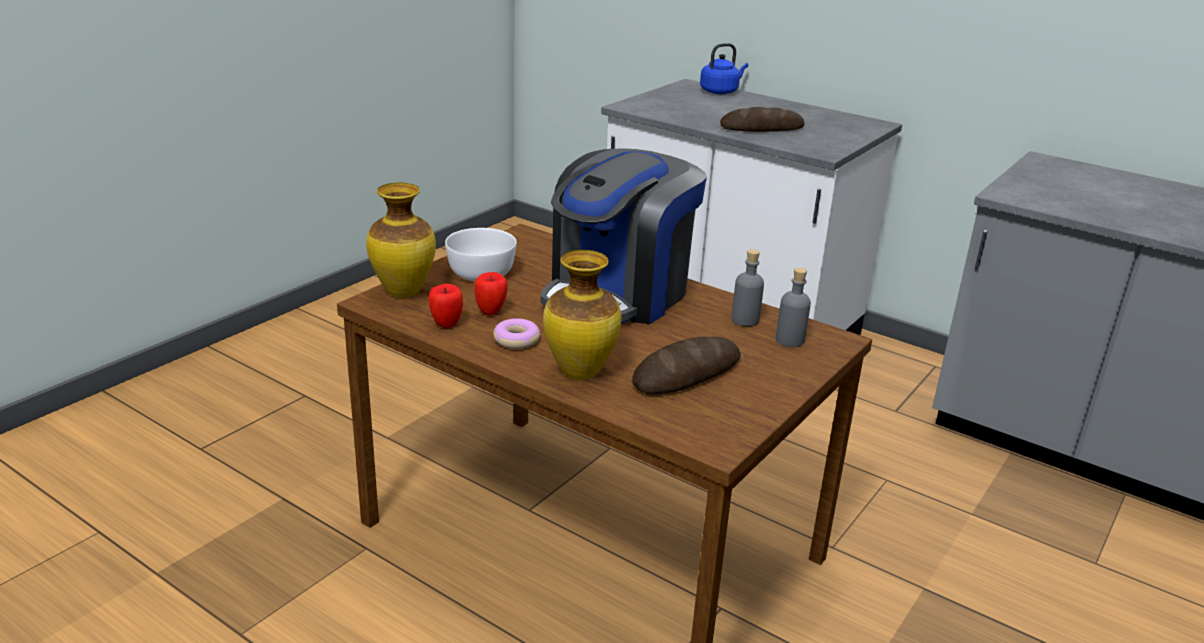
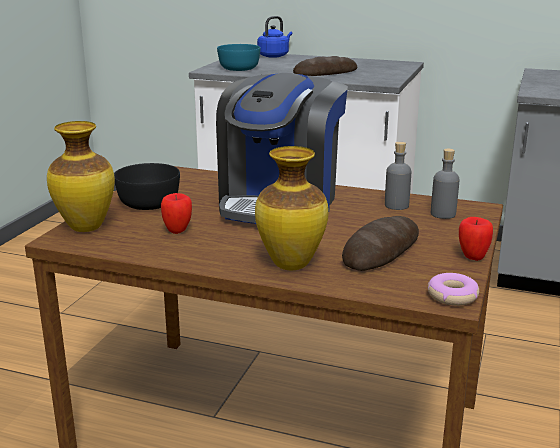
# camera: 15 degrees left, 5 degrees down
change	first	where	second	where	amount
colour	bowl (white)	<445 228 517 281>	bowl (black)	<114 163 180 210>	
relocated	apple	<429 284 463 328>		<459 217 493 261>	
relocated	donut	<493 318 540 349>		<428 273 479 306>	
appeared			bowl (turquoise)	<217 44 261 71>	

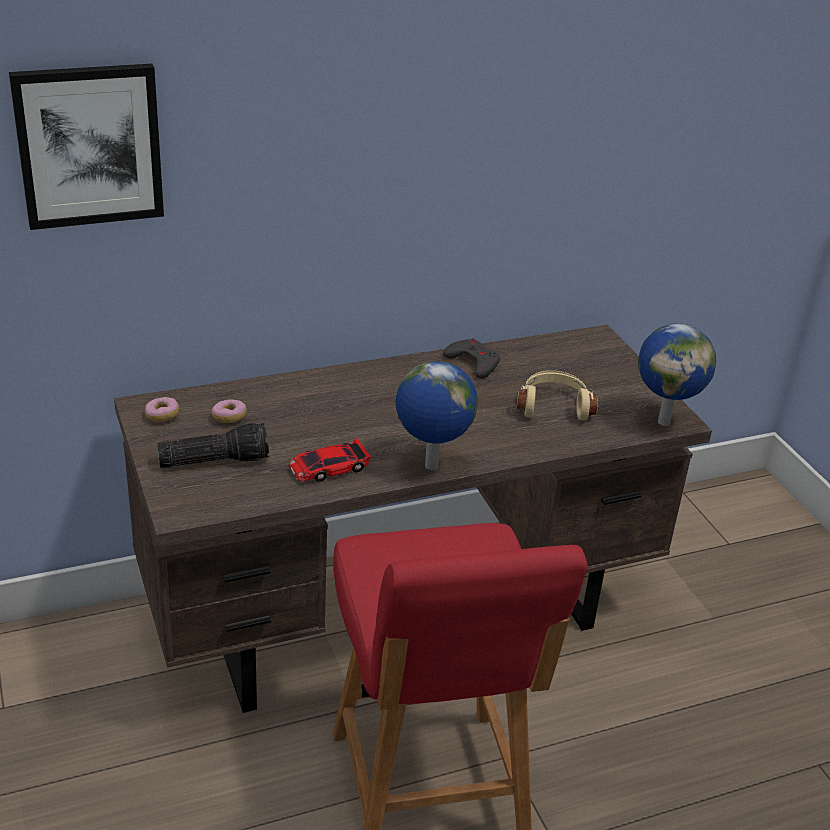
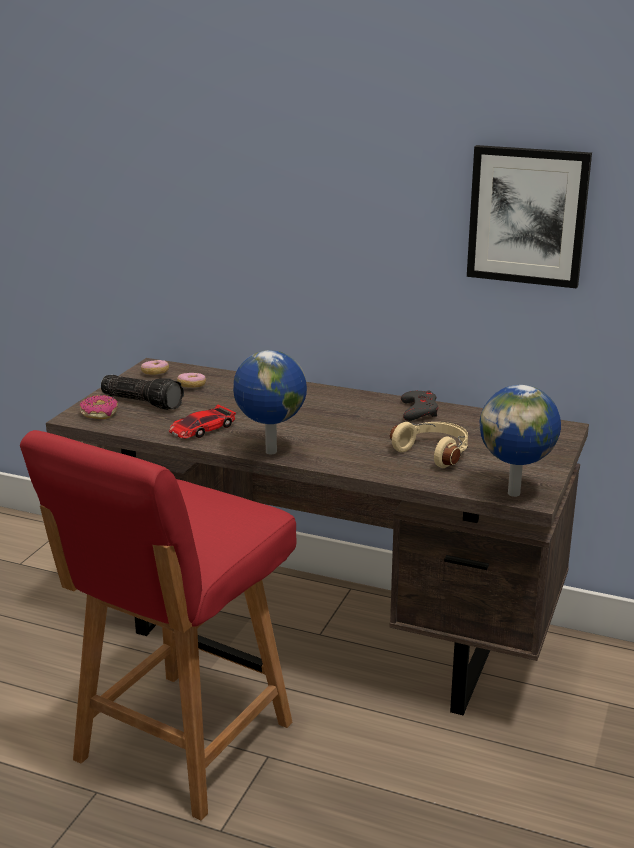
# camera: 45 degrees right, 10 degrees down
change	first	where	second	where	amount
relocated	picture	<9 64 164 230>		<467 145 592 289>	
spun	toy car	<289 439 371 482>		<169 404 236 439>	60 degrees counterclockwise
appeared			donut	<80 395 118 419>	

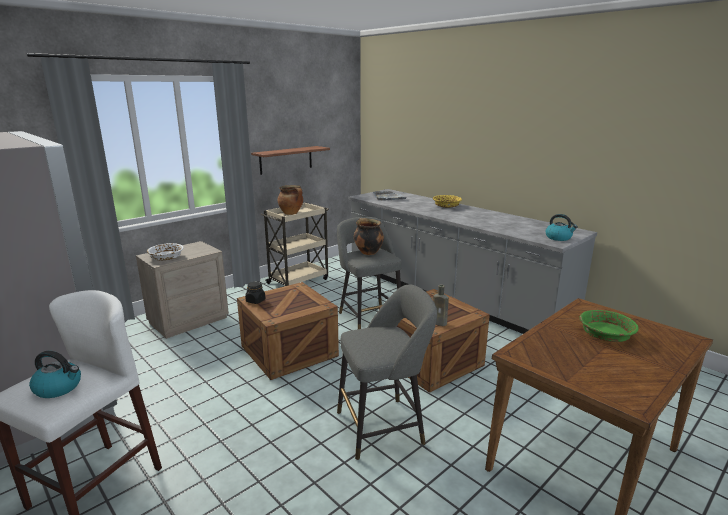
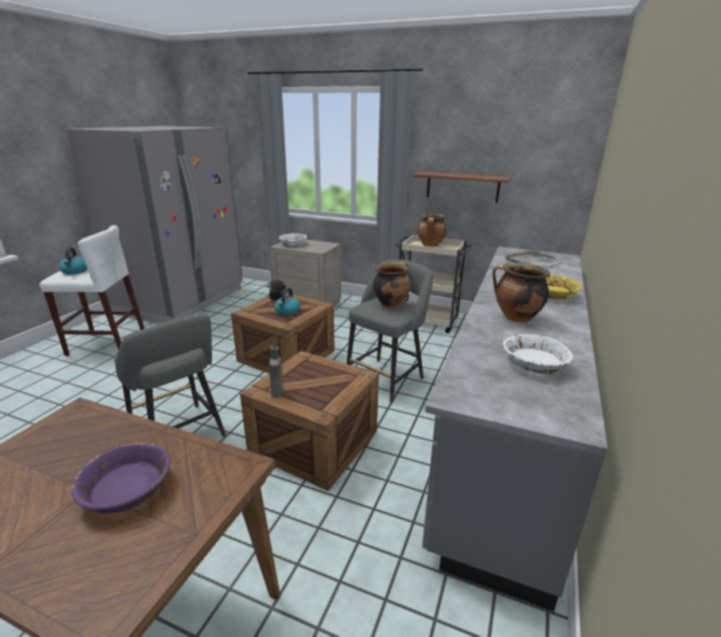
# camera: 65 degrees right, 5 degrees up
change	first	where	second	where	amount
relocated	kettle	<546 214 578 241>		<274 288 300 315>	
colour	bowl (green)	<579 310 639 342>	bowl (purple)	<71 443 171 514>	
appeared			cooking pot	<492 263 550 322>	
appeared			bowl (white)	<503 334 573 374>	

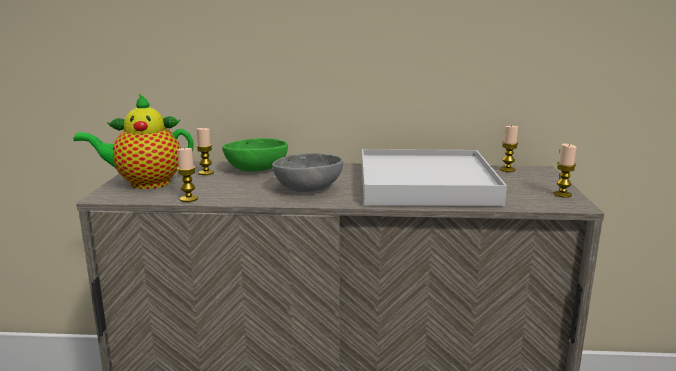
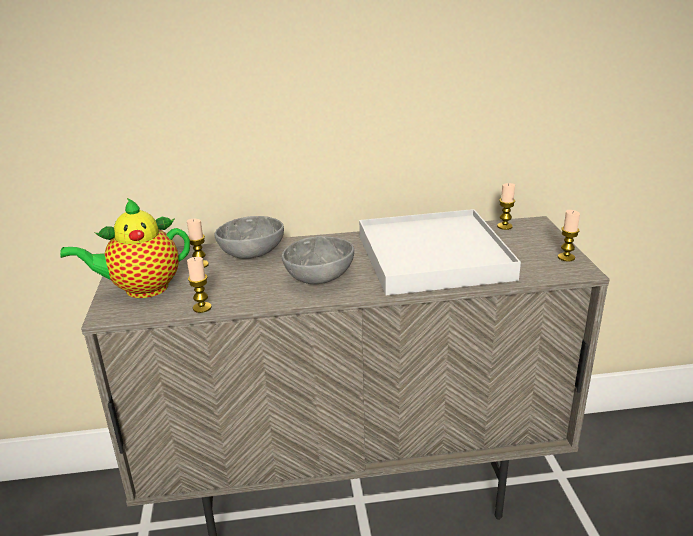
# camera: 10 degrees left, 10 degrees up
change	first	where	second	where	amount
colour	bowl (green)	<222 138 288 172>	bowl (grey)	<215 216 284 259>	

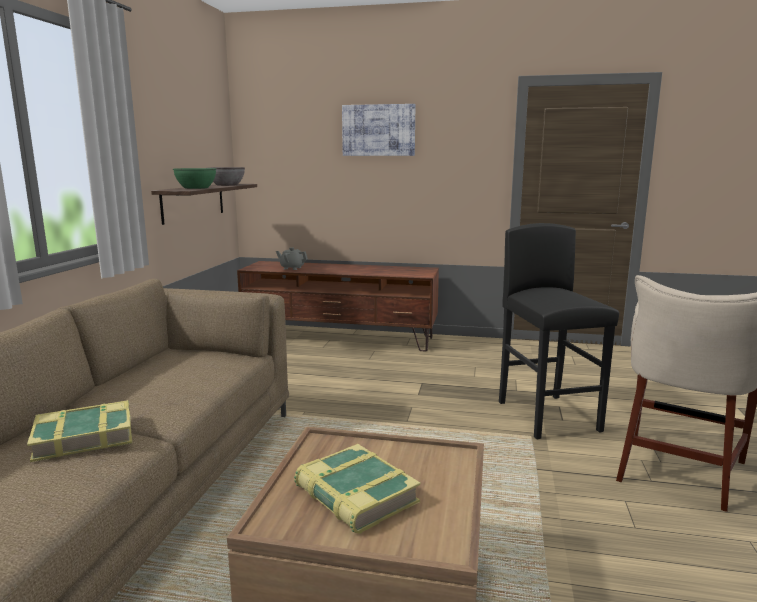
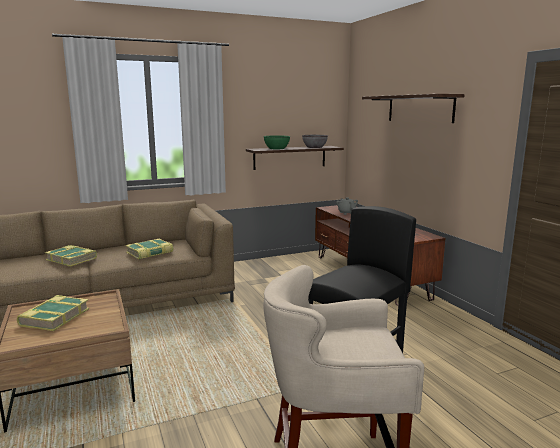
# camera: 55 degrees right, 0 degrees up
change	first	where	second	where	amount
exchanged	picture	<342 104 415 156>	shelf	<362 94 465 123>	
appeared			book	<126 239 173 259>	

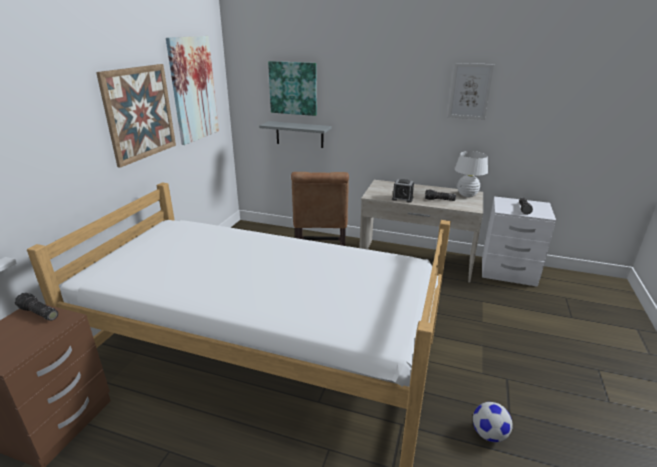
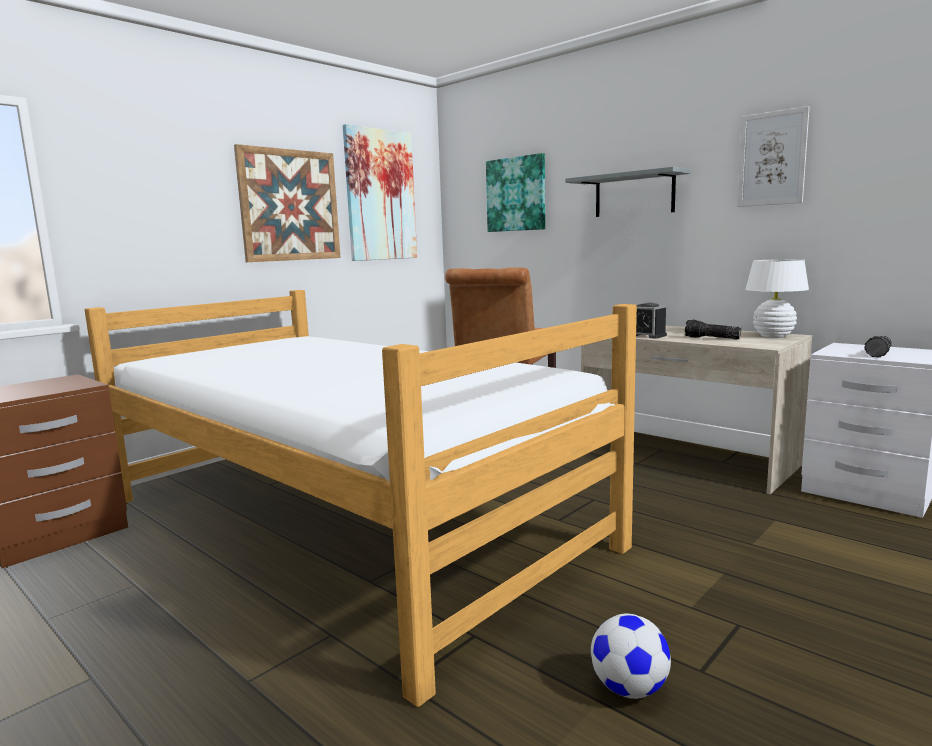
# camera: 25 degrees right, 15 degrees down
change	first	where	second	where	amount
relocated	shelf (grey)	<259 121 332 148>		<565 166 691 217>	
missing	flashlight	<15 293 58 321>			

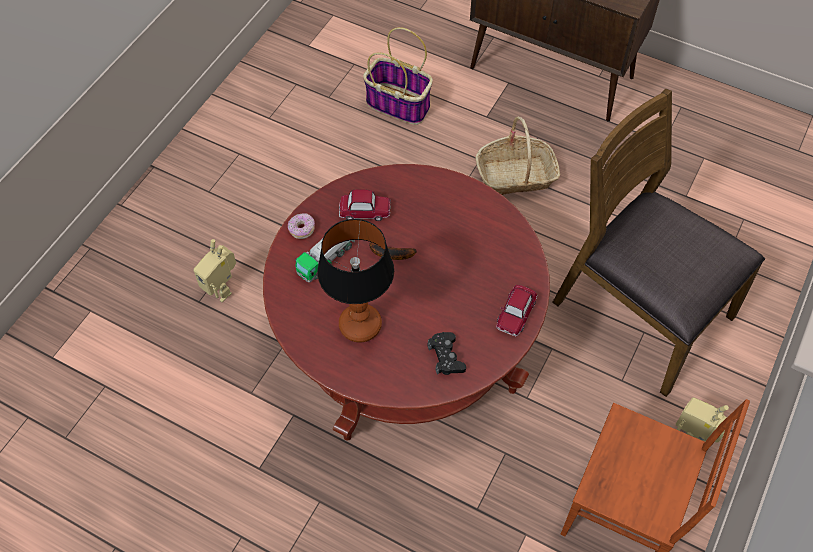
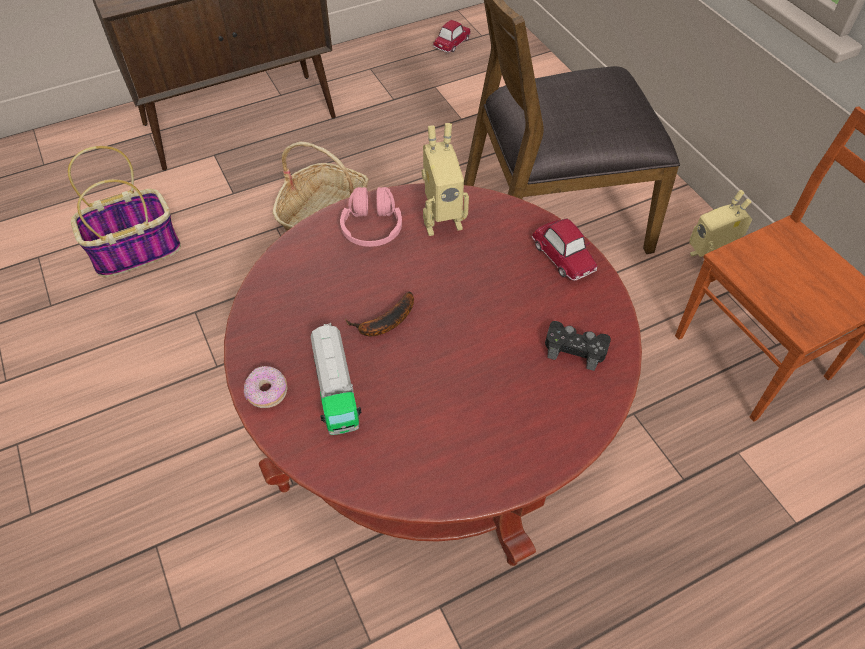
# camera: 55 degrees left, 5 degrees down
change	first	where	second	where	amount
relocated	toy car	<339 189 391 221>		<433 20 471 53>	
missing	table lamp	<317 219 394 343>			
relocated	toy robot	<193 239 236 302>		<422 123 469 236>	
appeared			headphones (pink)	<340 187 402 247>	

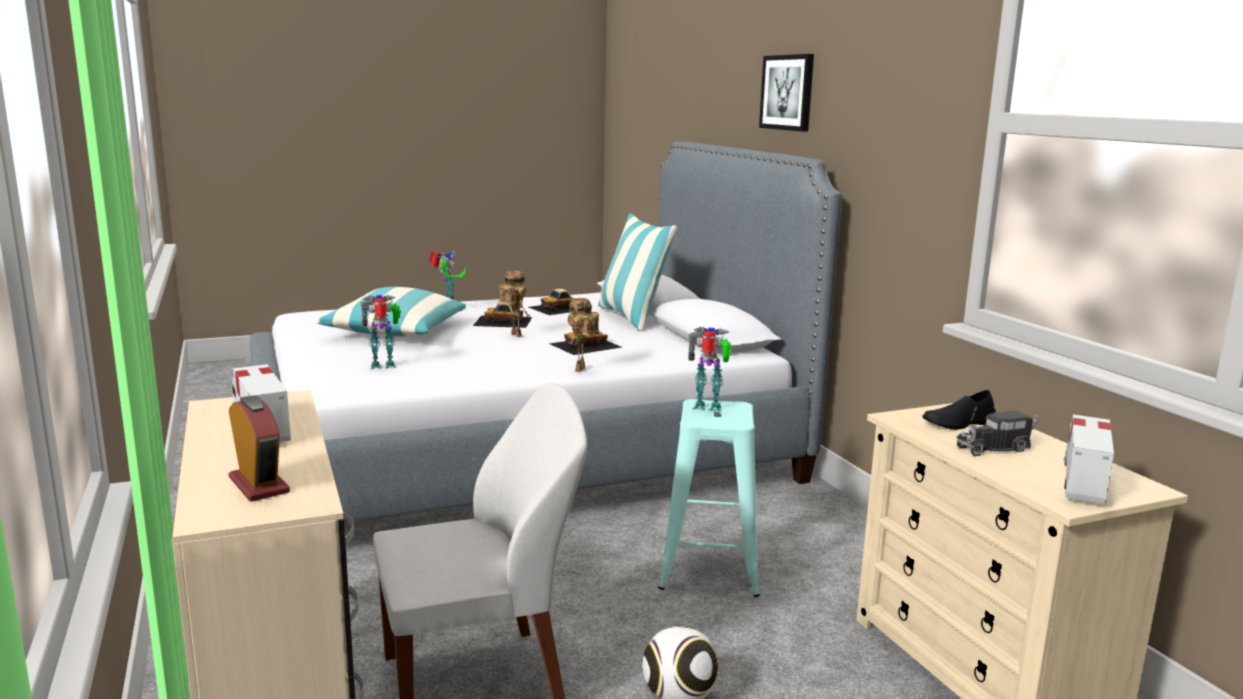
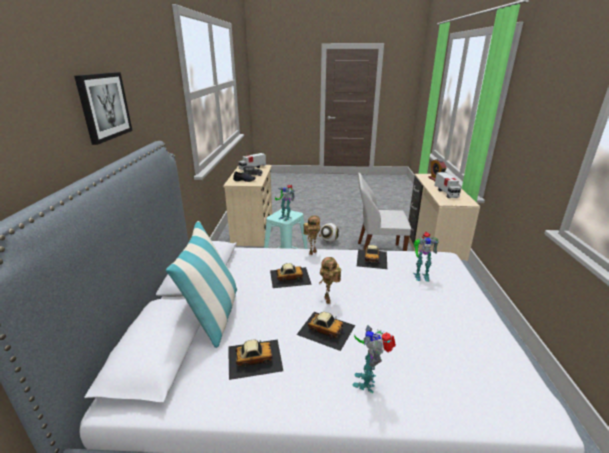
# camera: 155 degrees left, 10 degrees up
change	first	where	second	where	amount
missing	pillow	<317 287 466 336>			
appeared			toy car	<357 245 387 269>	

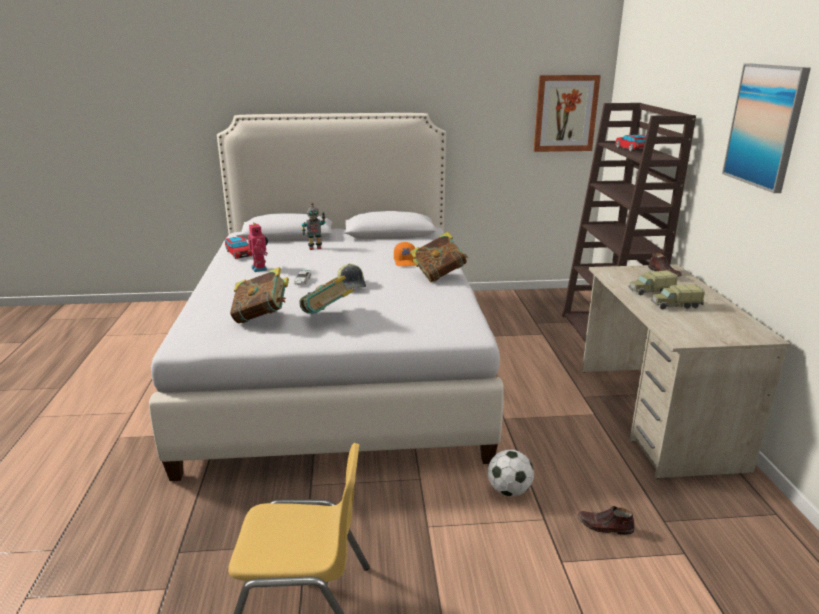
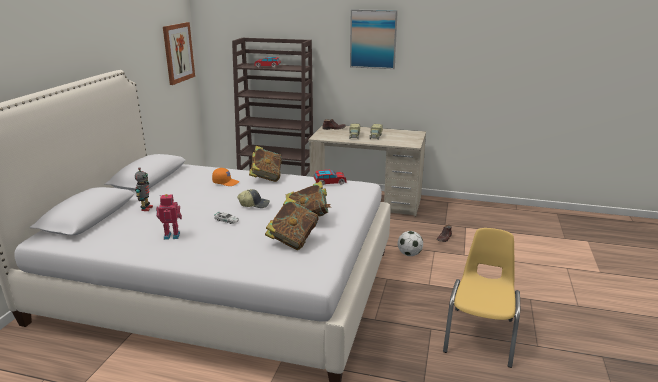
# camera: 70 degrees left, 0 degrees up
change	first	where	second	where	amount
relocated	toy car	<225 236 253 259>		<314 170 347 186>	

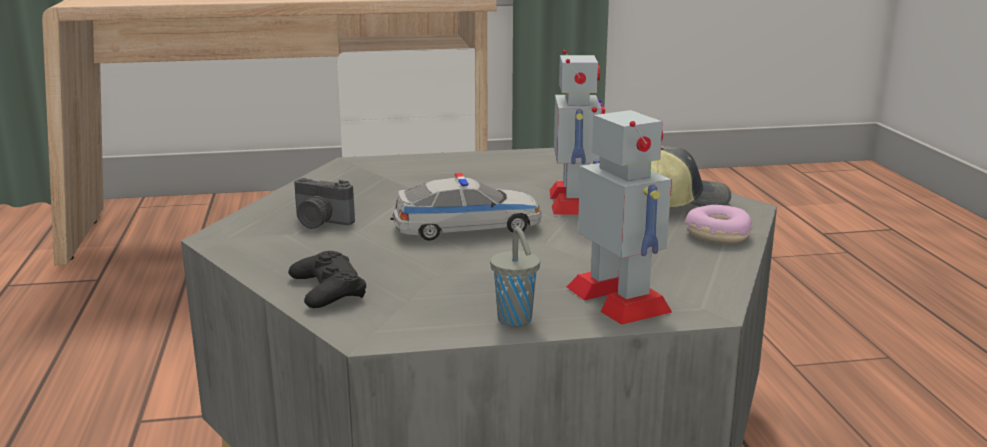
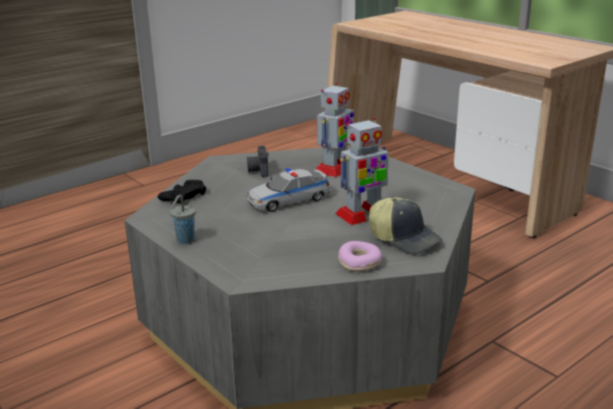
# camera: 60 degrees right, 5 degrees up
change	first	where	second	where	amount
relocated	toy robot	<567 107 672 325>		<315 83 354 177>	
spun	toy car	<390 173 542 240>		<247 168 332 212>	105 degrees clockwise

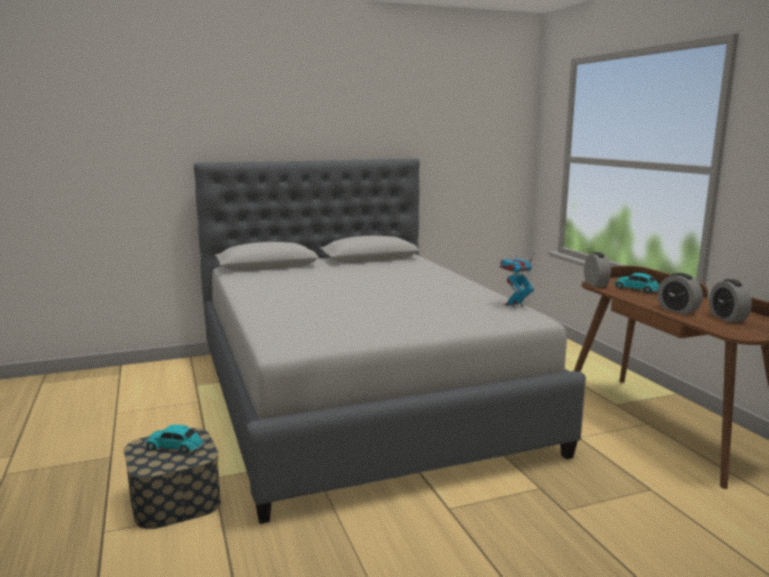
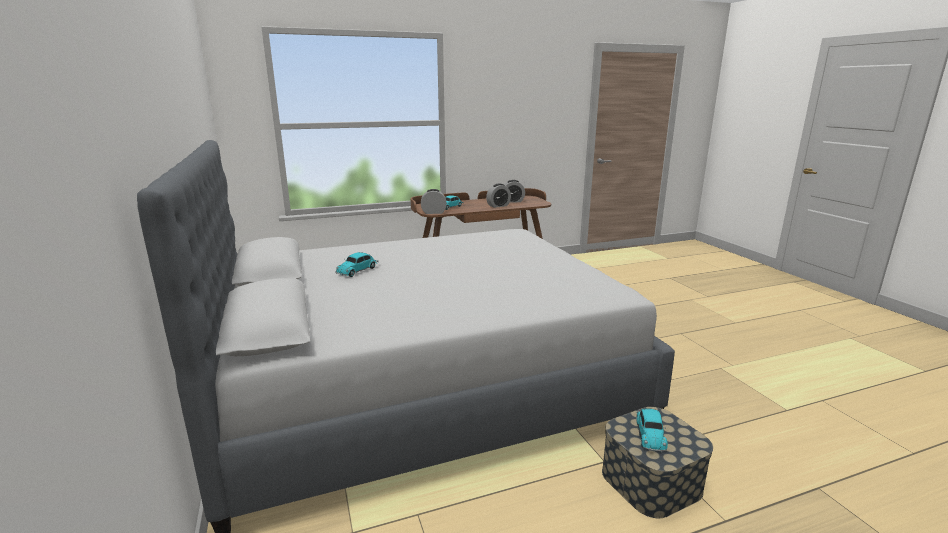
# camera: 90 degrees left, 5 degrees up
change	first	where	second	where	amount
missing	toy robot	<500 252 535 308>			
appeared			toy car	<335 252 379 277>	

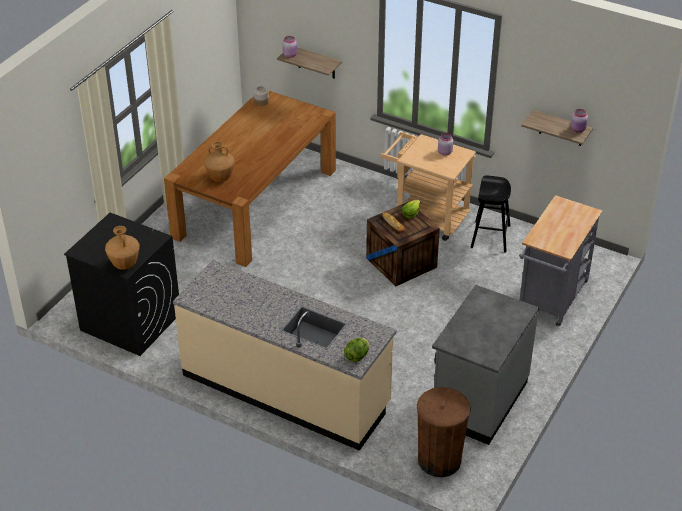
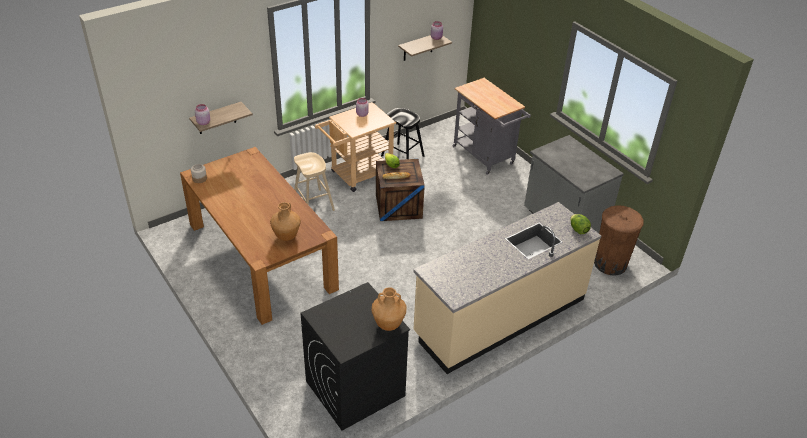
# camera: 65 degrees left, 0 degrees up
change	first	where	second	where	amount
appeared			stool (beige)	<294 152 335 211>	

